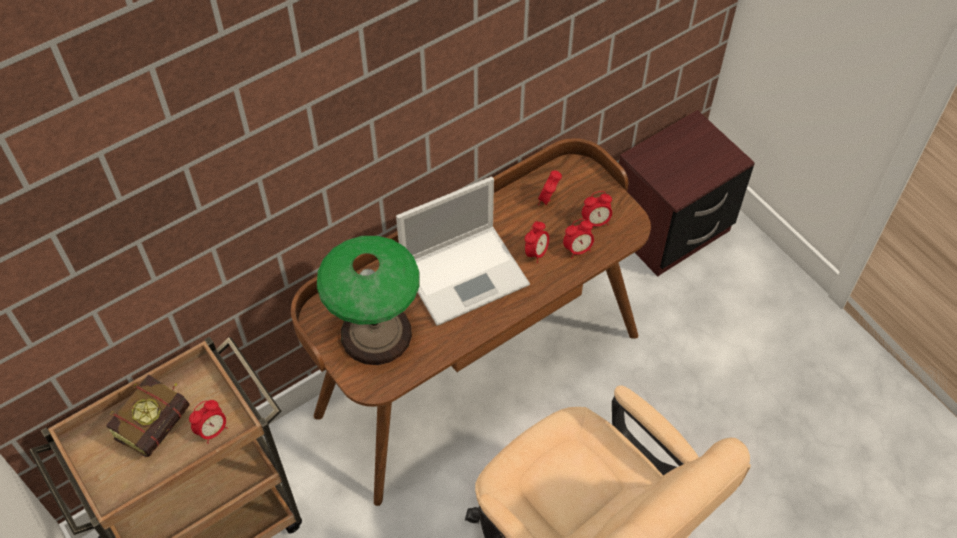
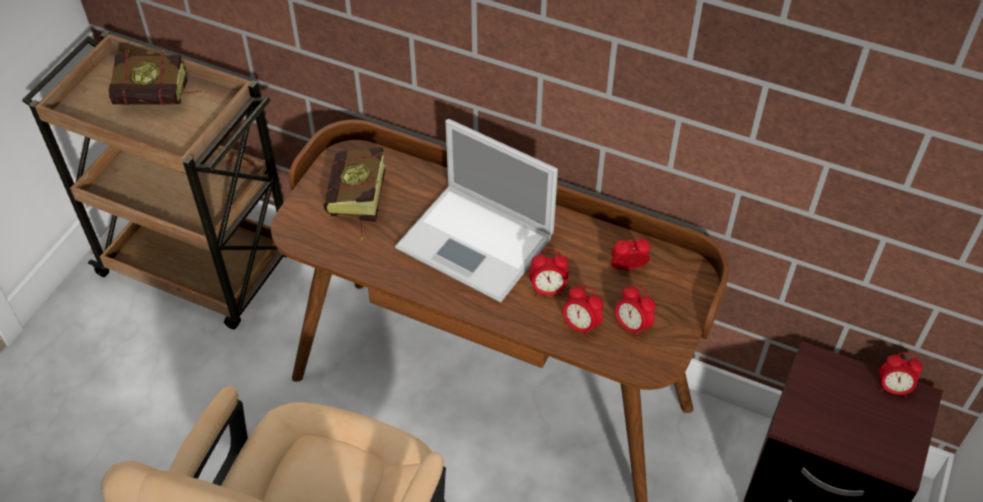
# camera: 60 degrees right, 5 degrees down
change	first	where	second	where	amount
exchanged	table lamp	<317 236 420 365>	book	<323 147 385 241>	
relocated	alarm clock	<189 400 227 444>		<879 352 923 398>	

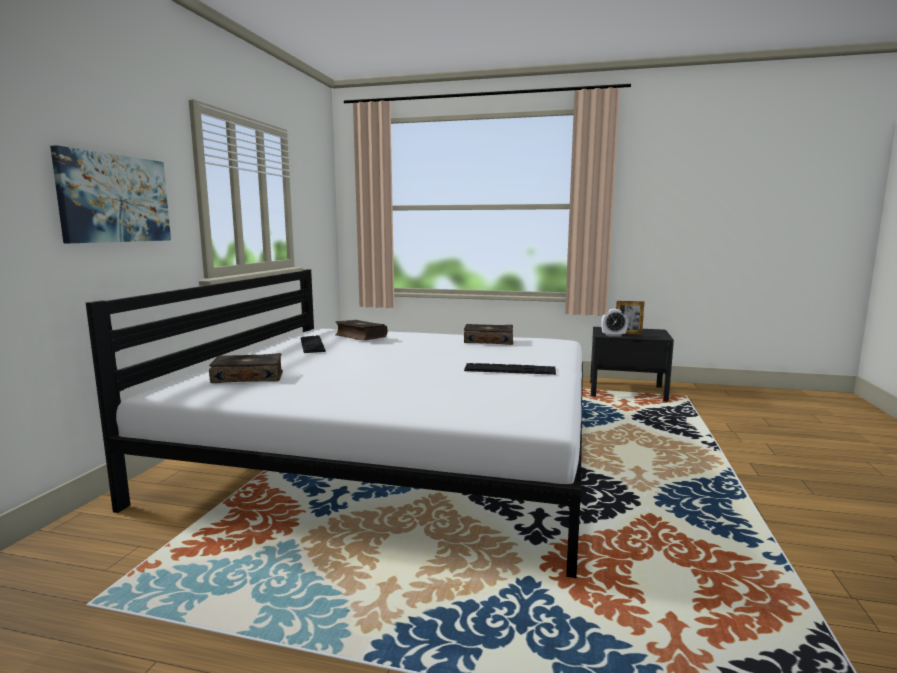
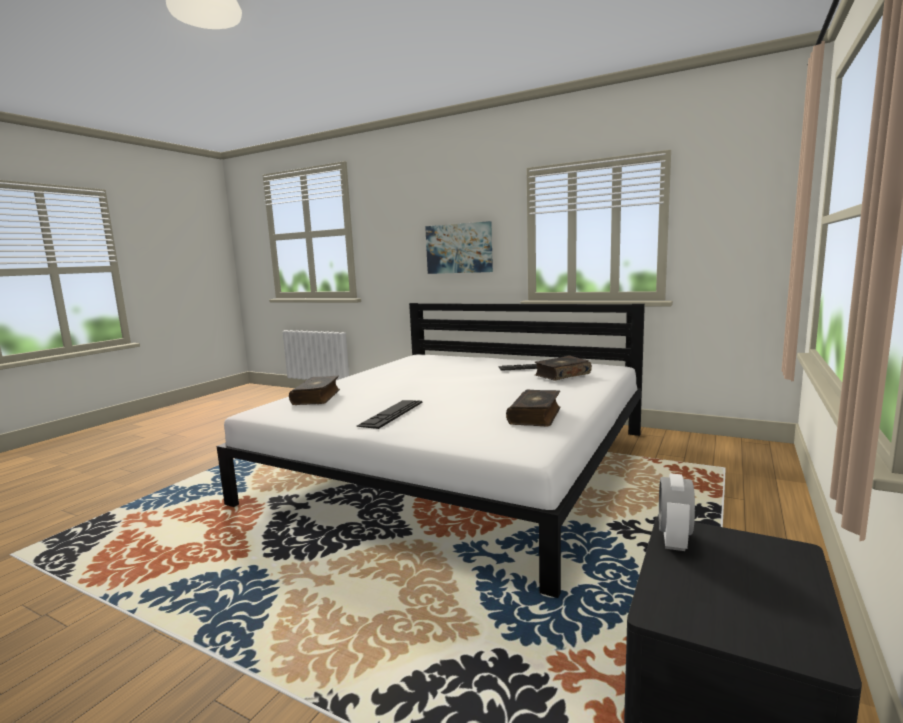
# camera: 105 degrees right, 0 degrees up
change	first	where	second	where	amount
missing	picture frame	<616 301 644 335>			
relocated	book	<209 353 283 383>		<289 376 340 405>	

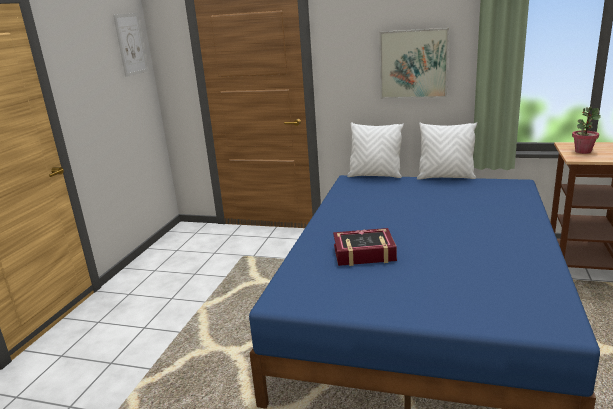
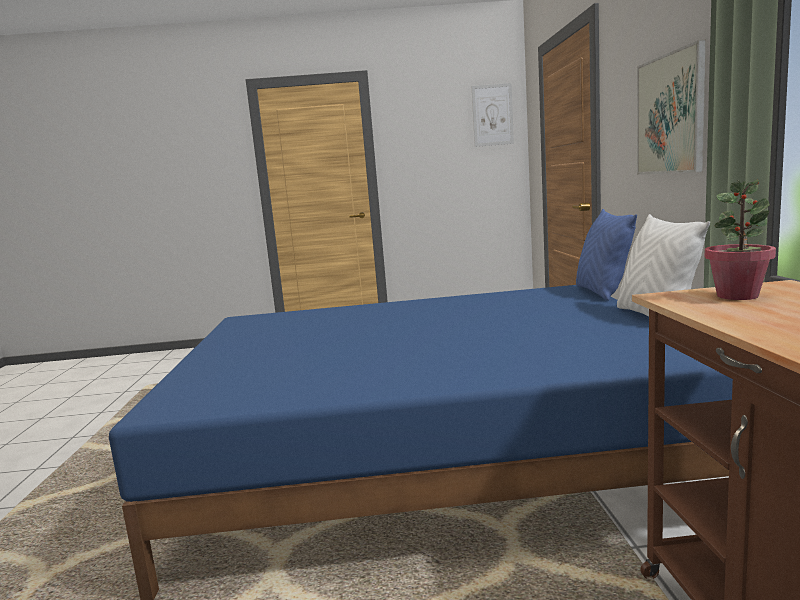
# camera: 70 degrees right, 10 degrees down
change	first	where	second	where	amount
colour	pillow (white)	<347 122 404 178>	pillow (blue)	<576 209 637 301>	
missing	book	<333 228 397 266>			

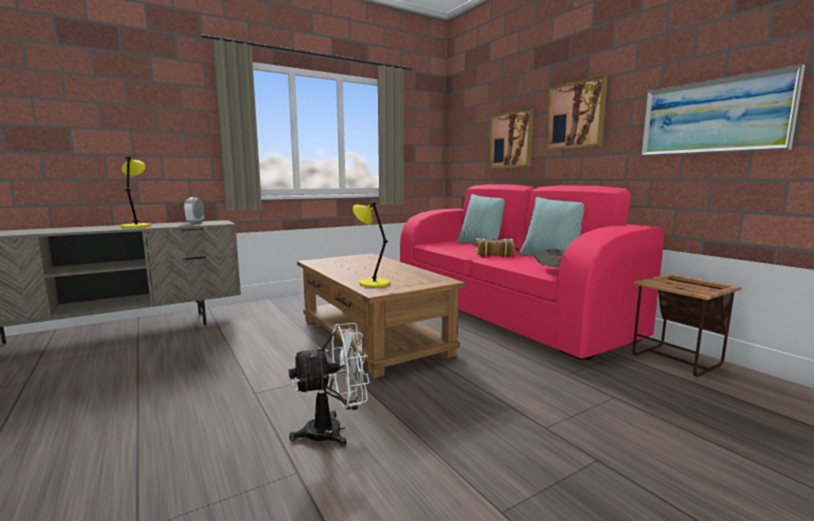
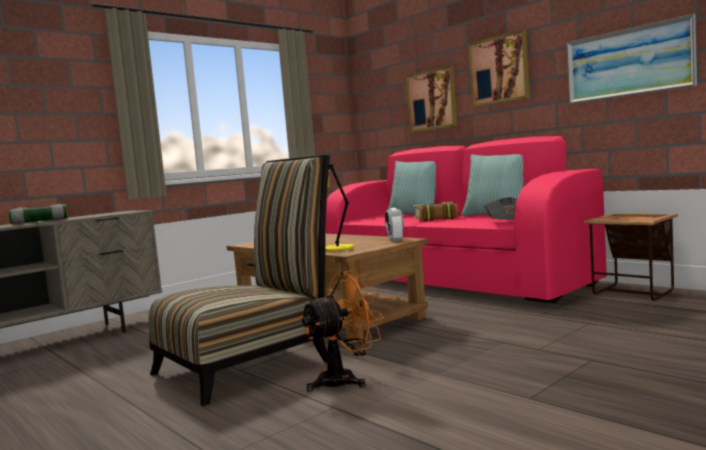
# camera: 10 degrees left, 5 degrees down
change	first	where	second	where	amount
exchanged	table lamp (yellow)	<121 156 151 228>	book	<8 204 69 224>	
relocated	alarm clock	<184 197 204 223>		<385 208 404 242>	
colour	fan (white)	<289 323 369 447>	fan (orange)	<300 270 384 392>	
appeared			chair	<149 154 330 406>	

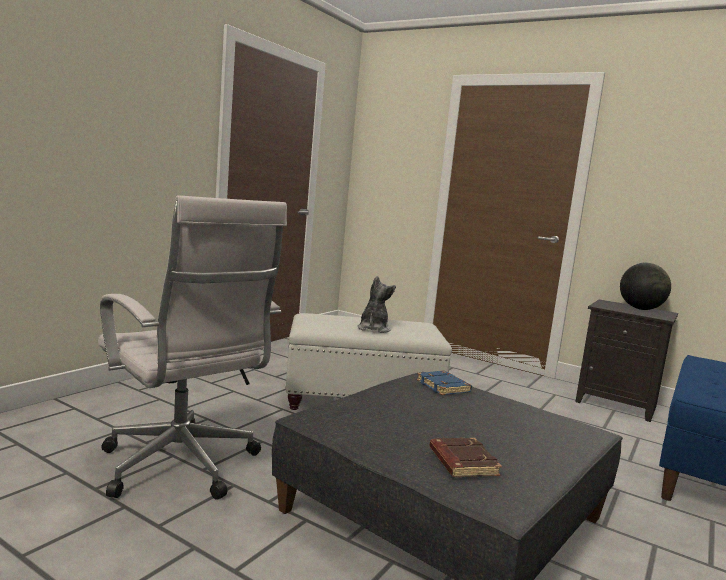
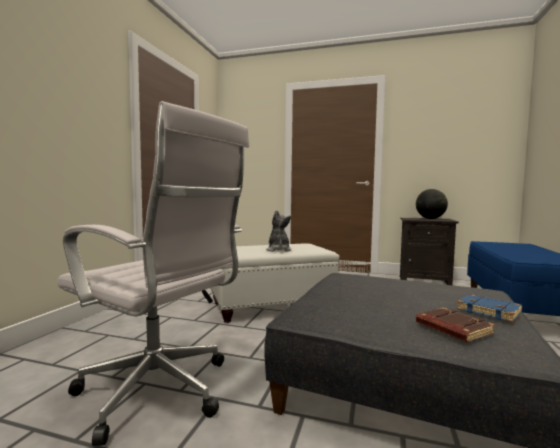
# camera: 15 degrees left, 5 degrees down
change	first	where	second	where	amount
relocated	book (blue)	<417 371 472 395>		<457 294 522 322>	

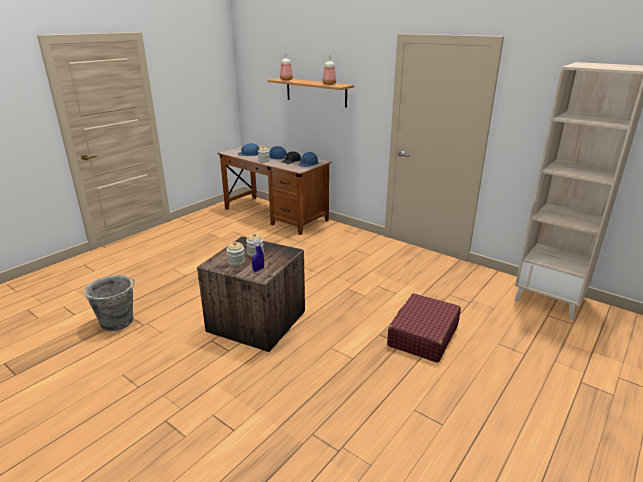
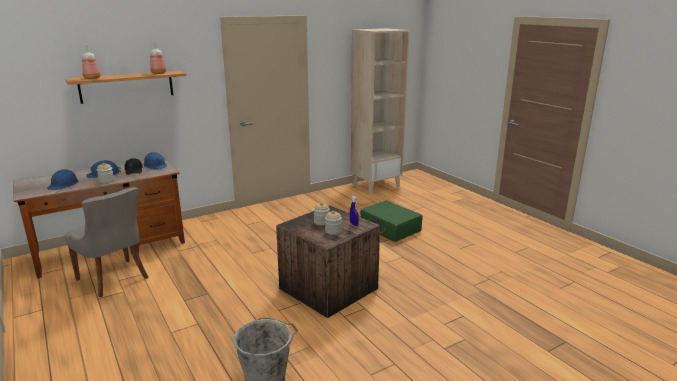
# camera: 70 degrees left, 5 degrees down
change	first	where	second	where	amount
colour	suitcase (red)	<387 293 461 363>	suitcase (green)	<360 200 422 242>	
appeared			chair (grey)	<65 187 148 297>	

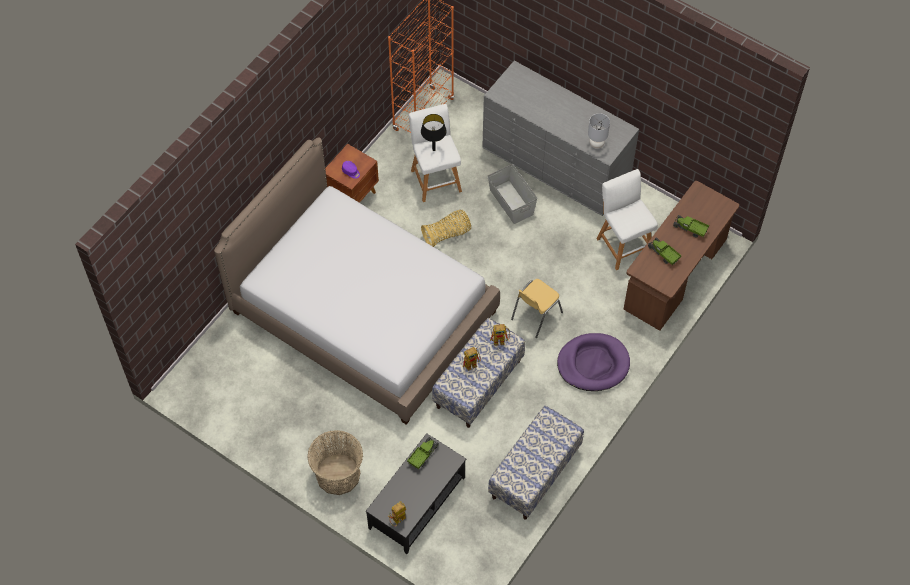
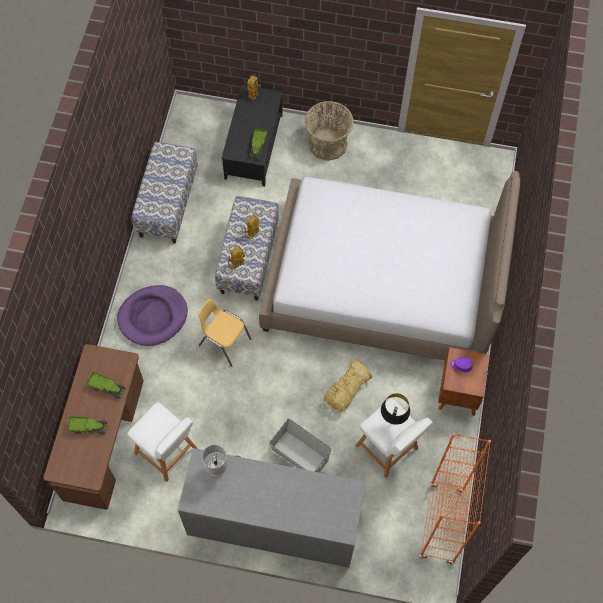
# camera: 155 degrees right, 5 degrees up
change	first	where	second	where	amount
spun	chair (yellow)	<511 279 563 338>		<198 298 251 367>	75 degrees counterclockwise

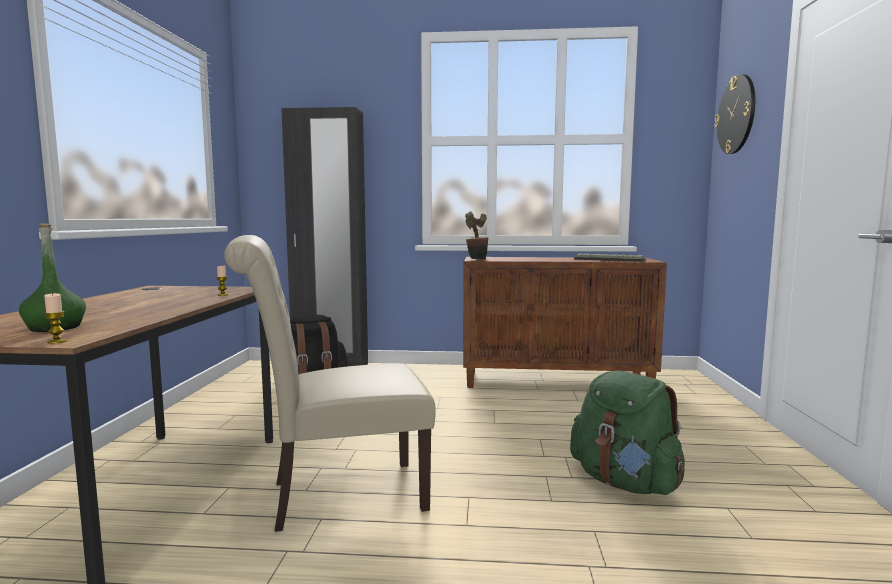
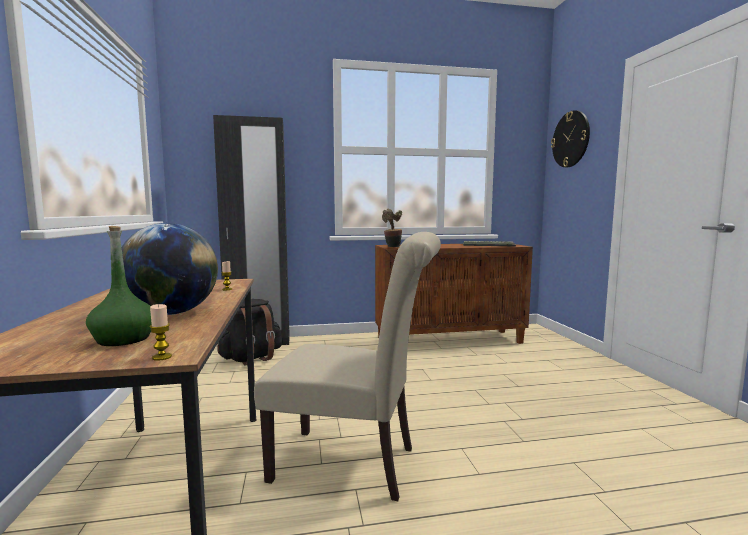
# camera: 15 degrees left, 0 degrees up
change	first	where	second	where	amount
spun	chair (beige)	<224 235 436 532>		<254 232 441 501>	135 degrees counterclockwise
missing	backpack (green)	<570 371 685 495>			
appeared			globe	<122 223 218 315>	

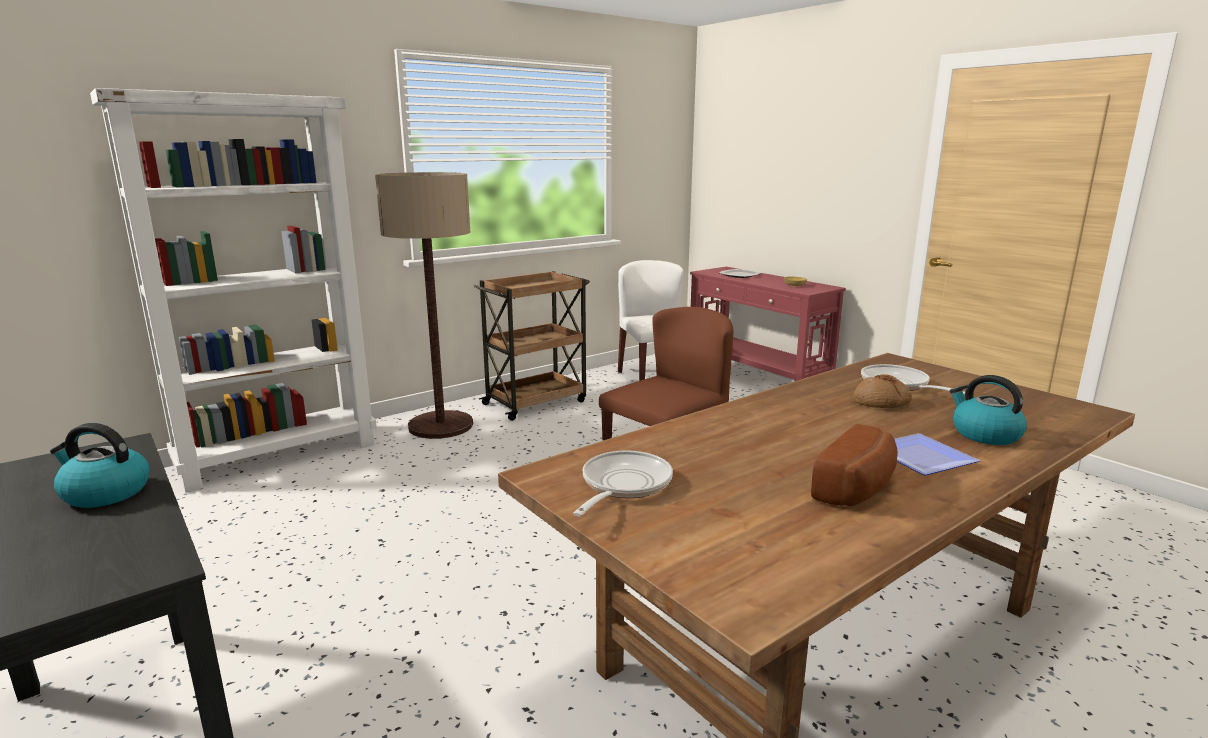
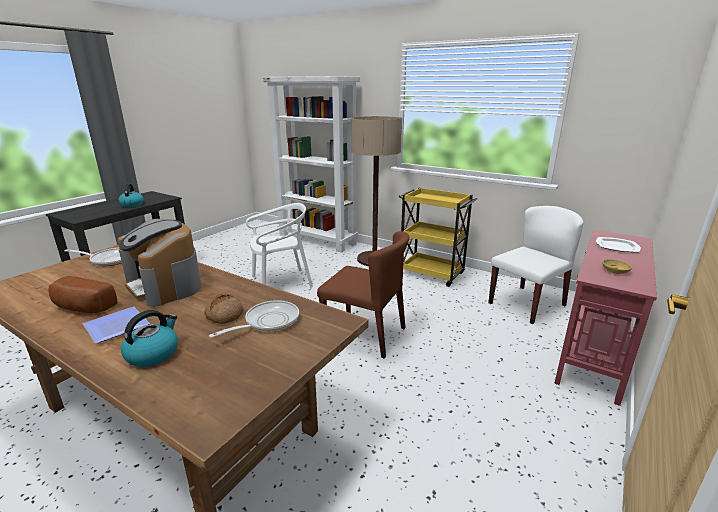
# camera: 70 degrees right, 5 degrees up
change	first	where	second	where	amount
colour	cart (brown)	<474 271 590 421>	cart (yellow)	<399 187 477 287>	
appeared			chair (white)	<246 203 313 287>	
appeared			coffee machine	<118 219 201 307>	

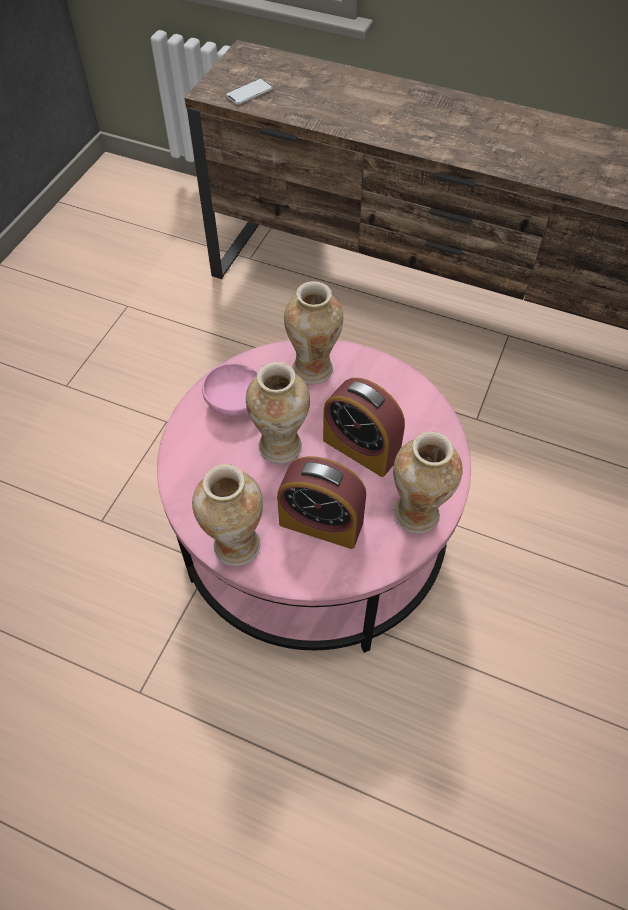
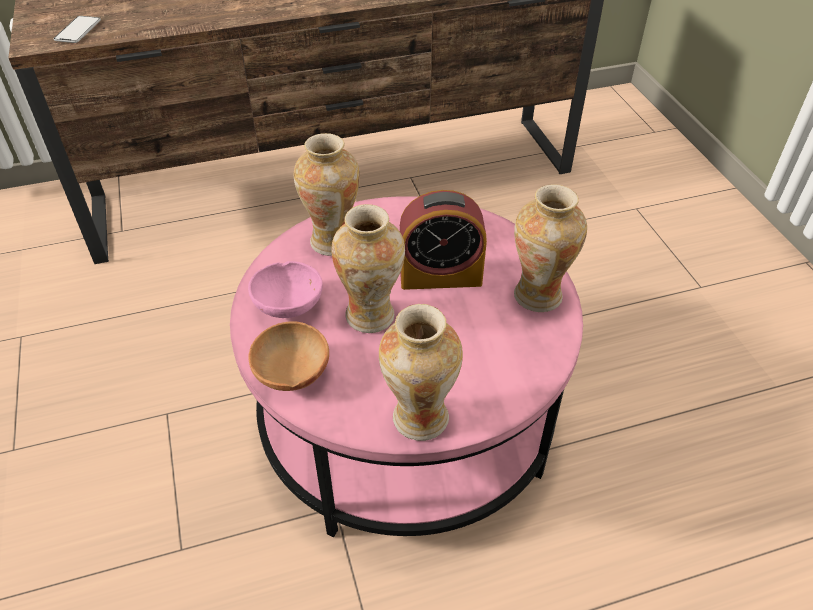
# camera: 40 degrees left, 10 degrees down
change	first	where	second	where	amount
missing	alarm clock	<277 456 366 549>			
appeared			bowl (brown)	<248 321 329 391>	

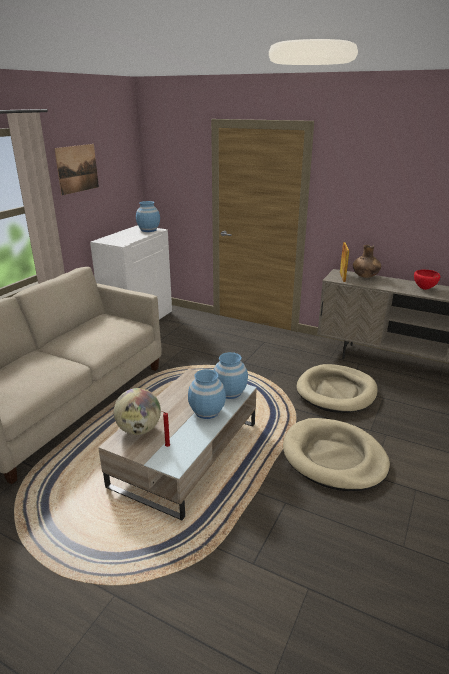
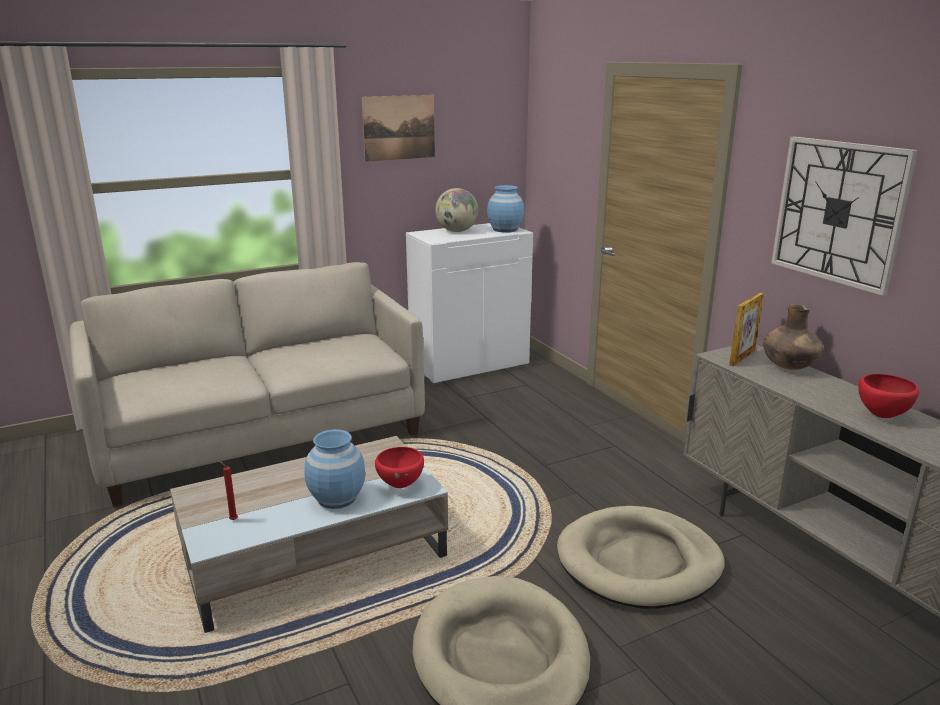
# camera: 35 degrees right, 5 degrees down
change	first	where	second	where	amount
exchanged	vase (blue)	<214 352 248 399>	bowl (red)	<375 447 424 488>	
relocated	globe	<114 388 161 435>		<435 188 478 232>	
appeared			wall clock	<771 137 918 296>	

